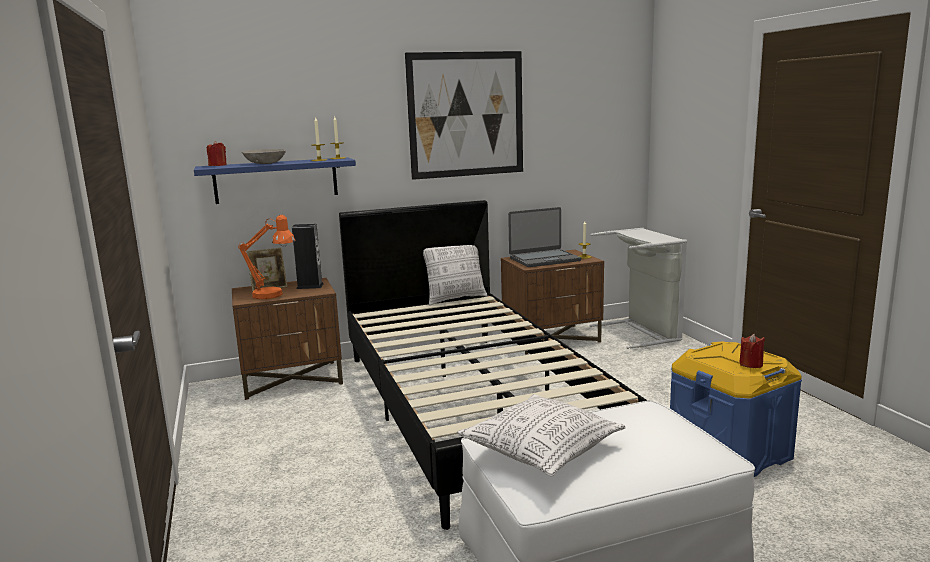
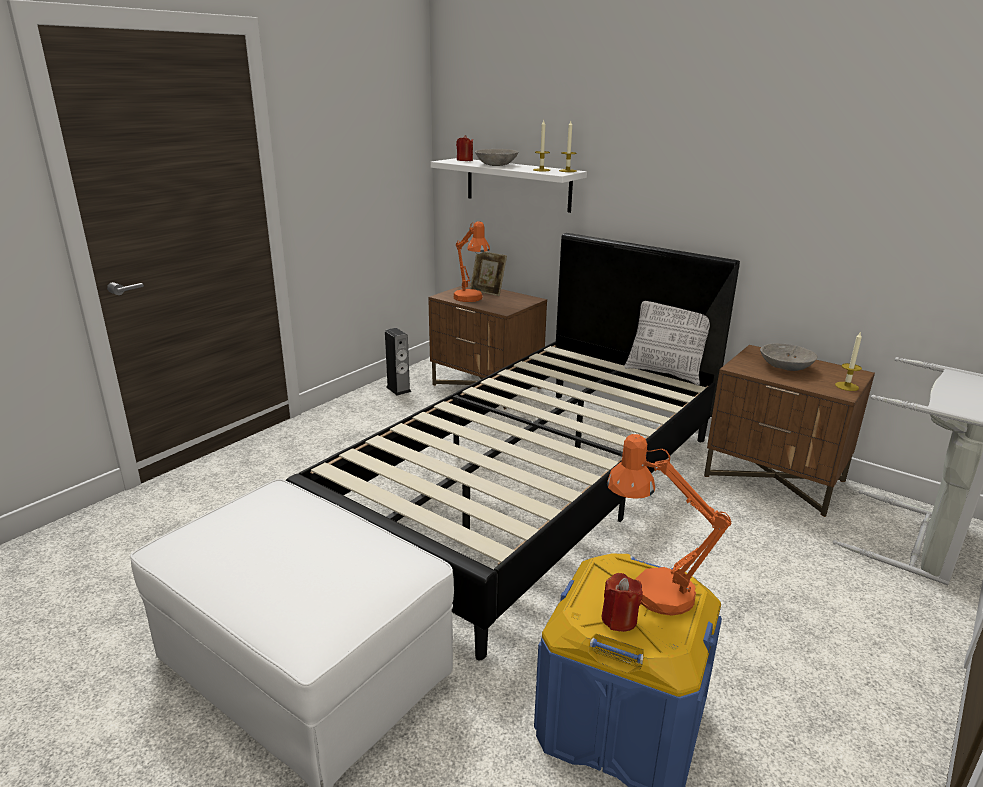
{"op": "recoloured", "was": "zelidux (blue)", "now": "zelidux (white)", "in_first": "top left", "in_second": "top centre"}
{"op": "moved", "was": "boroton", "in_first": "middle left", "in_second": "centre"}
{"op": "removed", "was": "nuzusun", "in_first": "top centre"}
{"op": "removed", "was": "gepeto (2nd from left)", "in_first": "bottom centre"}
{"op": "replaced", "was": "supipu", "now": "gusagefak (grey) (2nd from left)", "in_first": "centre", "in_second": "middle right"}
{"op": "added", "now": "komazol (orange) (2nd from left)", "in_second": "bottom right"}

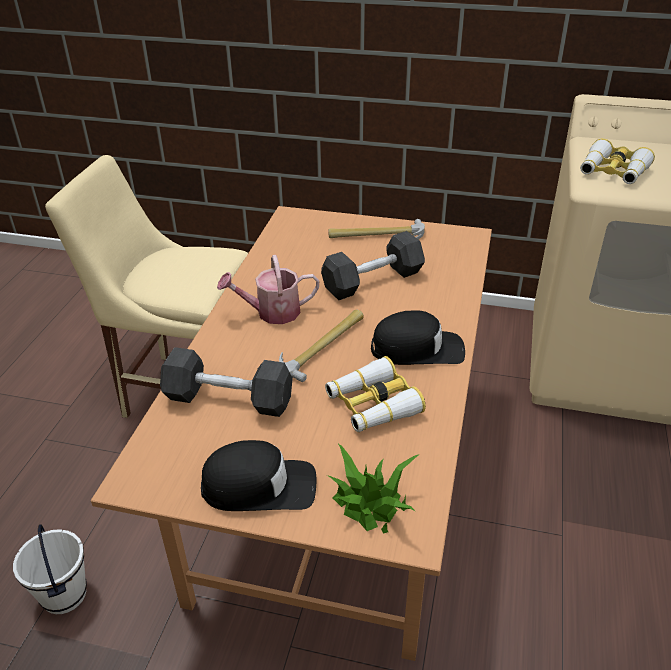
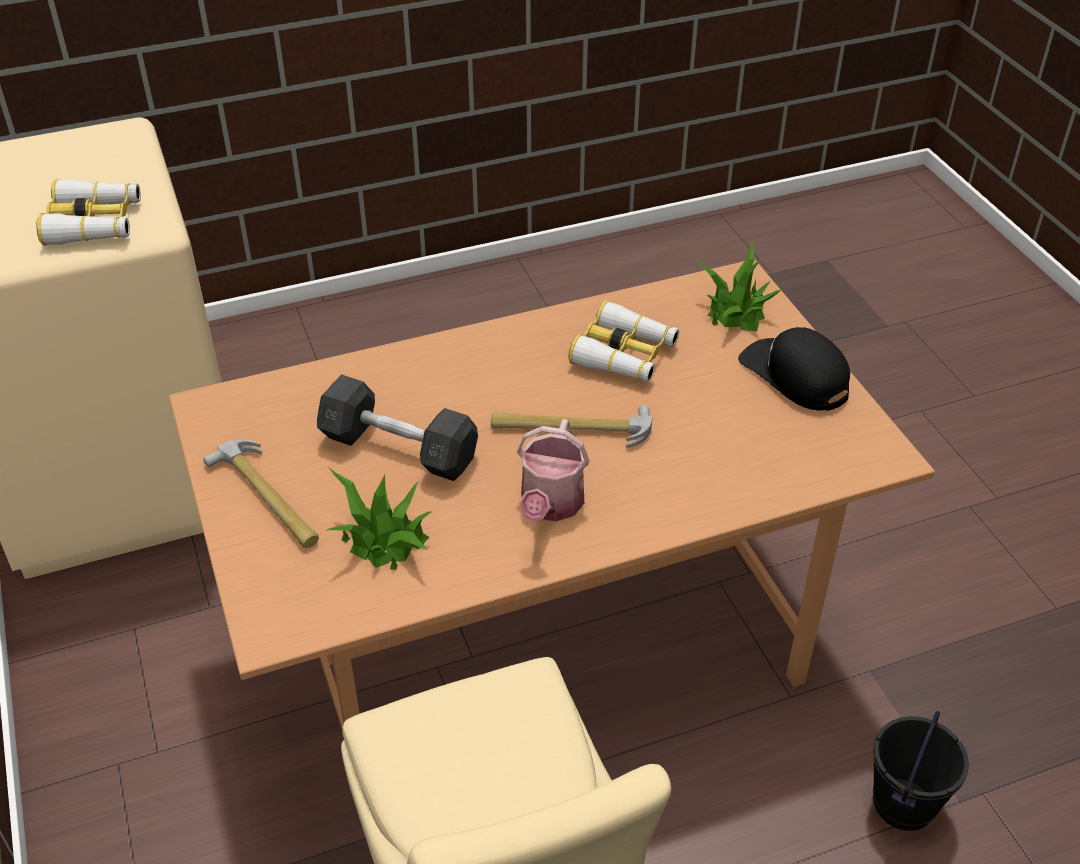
{"op": "recoloured", "was": "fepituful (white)", "now": "fepituful (black)", "in_first": "bottom left", "in_second": "bottom right"}
{"op": "removed", "was": "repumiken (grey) (1st from left)", "in_first": "centre"}
{"op": "turned", "was": "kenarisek", "in_first": "centre", "in_second": "centre", "clockwise": 60}
{"op": "removed", "was": "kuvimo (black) (2nd from left)", "in_first": "centre"}
{"op": "added", "now": "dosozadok (1st from left)", "in_second": "centre"}

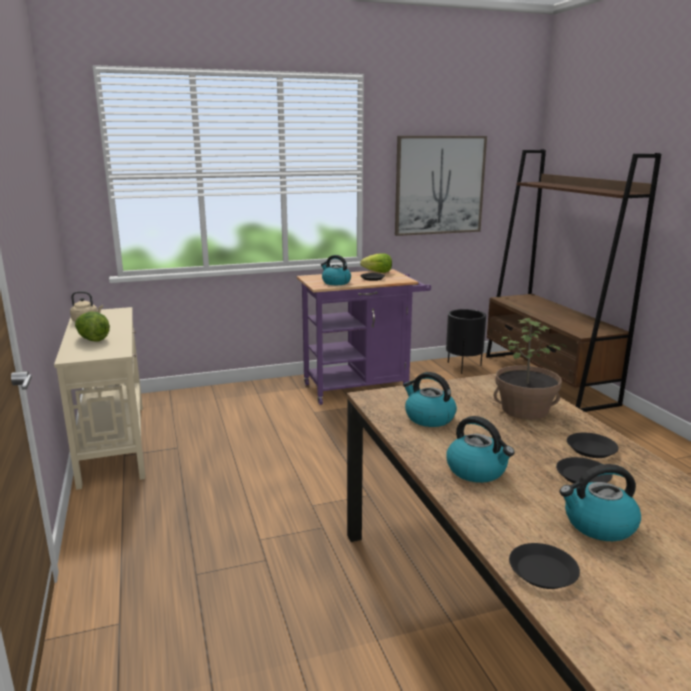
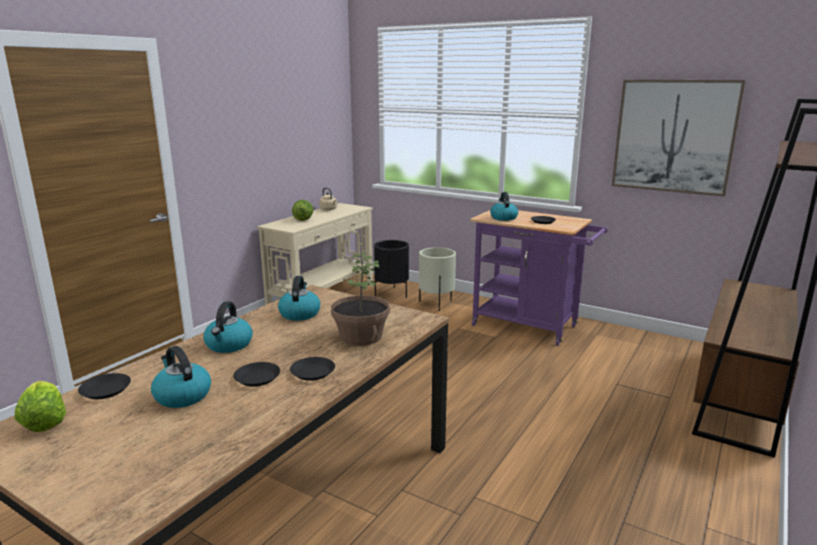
{"op": "moved", "was": "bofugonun (2nd from left in the first image)", "now": "bofugonun (1st from left)", "in_first": "centre", "in_second": "bottom left"}
{"op": "moved", "was": "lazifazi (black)", "in_first": "middle right", "in_second": "centre"}
{"op": "added", "now": "lazifazi (beige)", "in_second": "centre"}

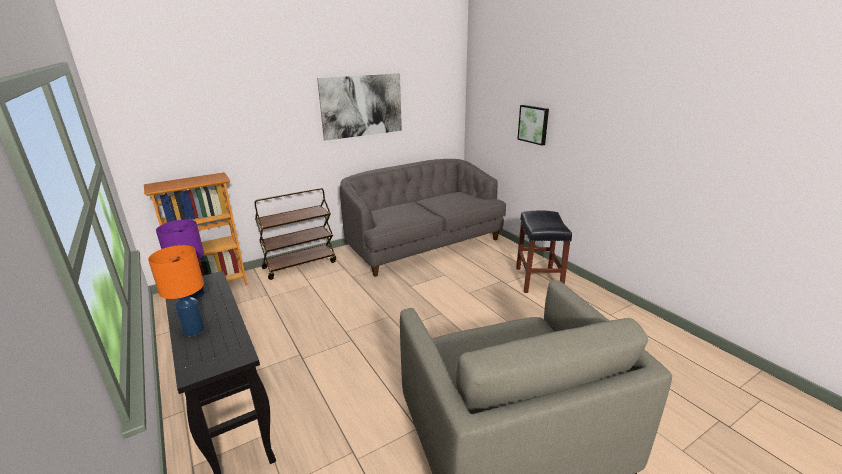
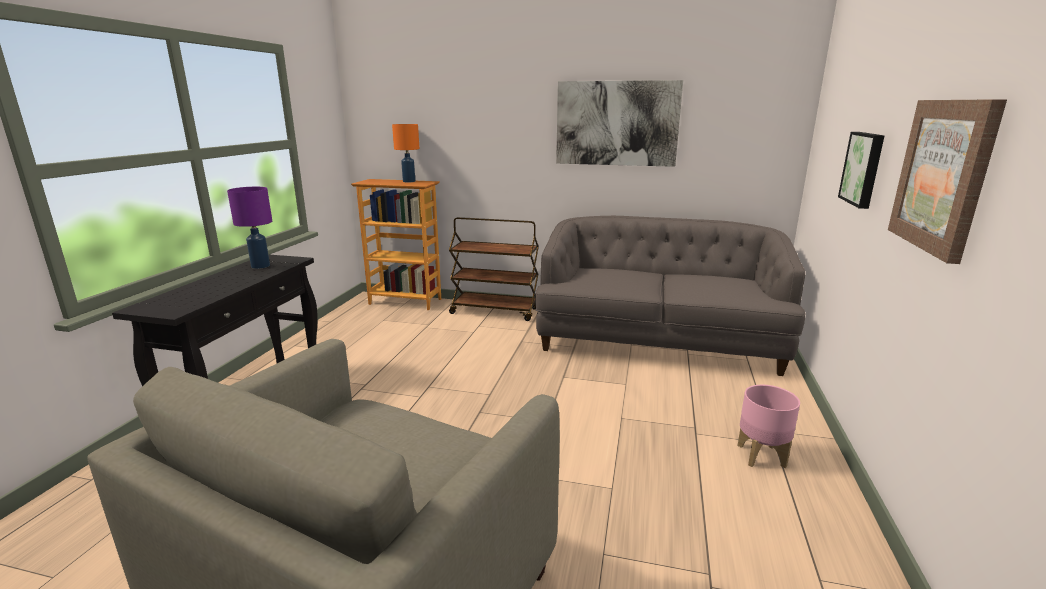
{"op": "moved", "was": "komazol (orange)", "in_first": "middle left", "in_second": "top centre"}
{"op": "replaced", "was": "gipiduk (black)", "now": "lazifazi (pink)", "in_first": "centre", "in_second": "bottom right"}
{"op": "added", "now": "nuzusun (3rd from left)", "in_second": "top right"}

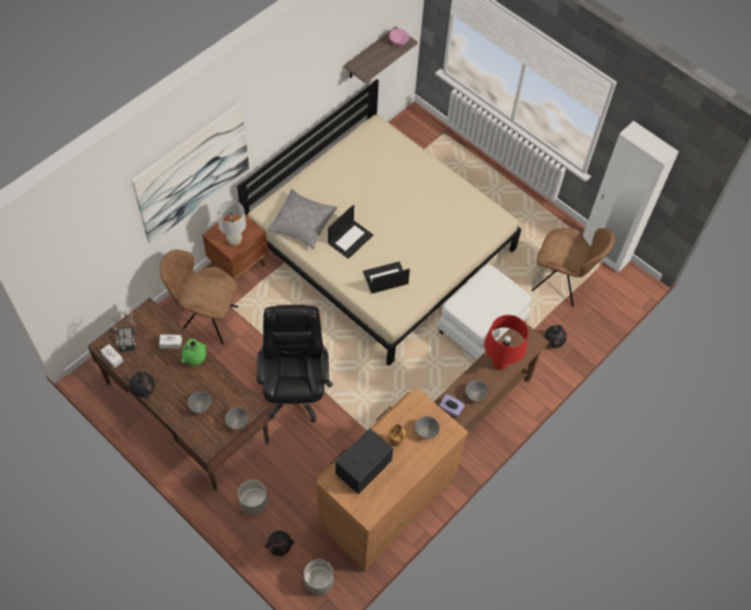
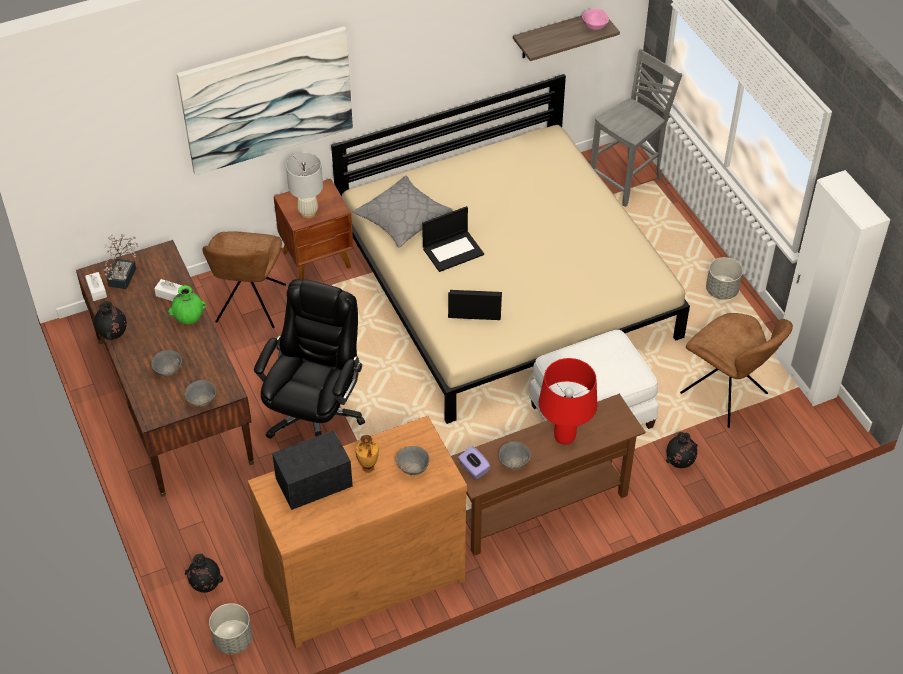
{"op": "turned", "was": "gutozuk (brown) (1st from left)", "in_first": "middle left", "in_second": "middle left", "clockwise": -120}
{"op": "moved", "was": "lazifazi (grey) (1st from left in the first image)", "now": "lazifazi (grey) (2nd from left)", "in_first": "bottom centre", "in_second": "middle right"}
{"op": "added", "now": "gutozuk (grey)", "in_second": "top right"}

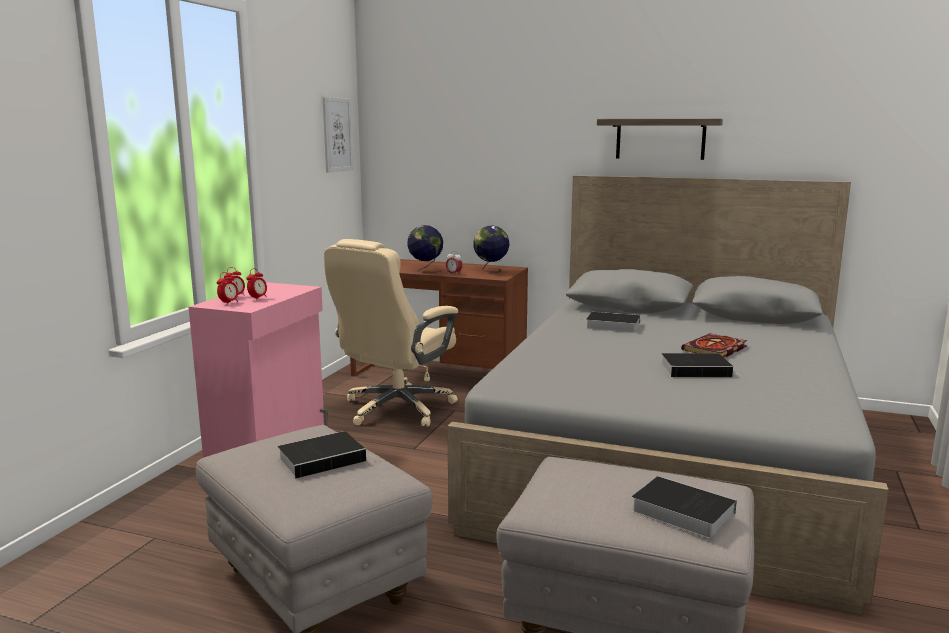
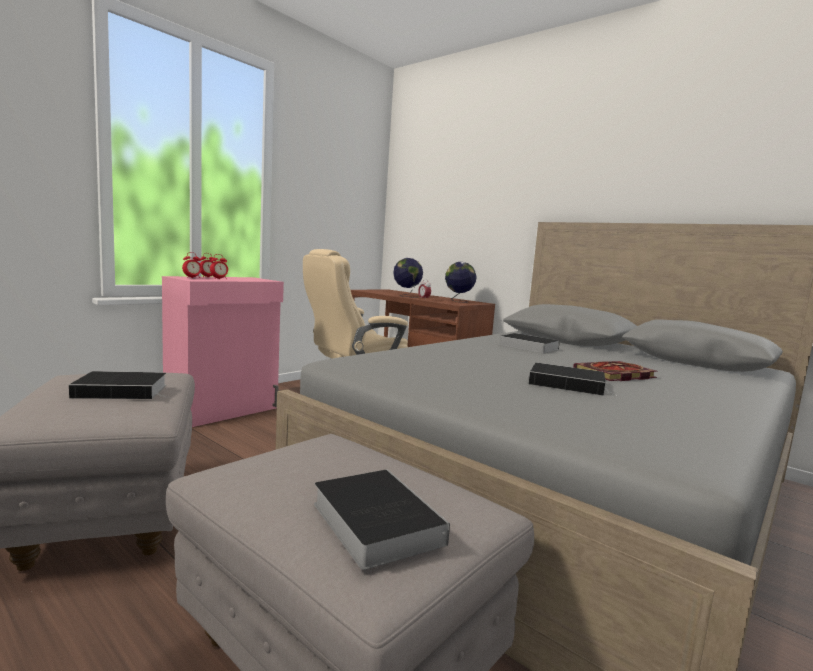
{"op": "removed", "was": "nuzusun", "in_first": "top centre"}
{"op": "removed", "was": "zelidux", "in_first": "top right"}

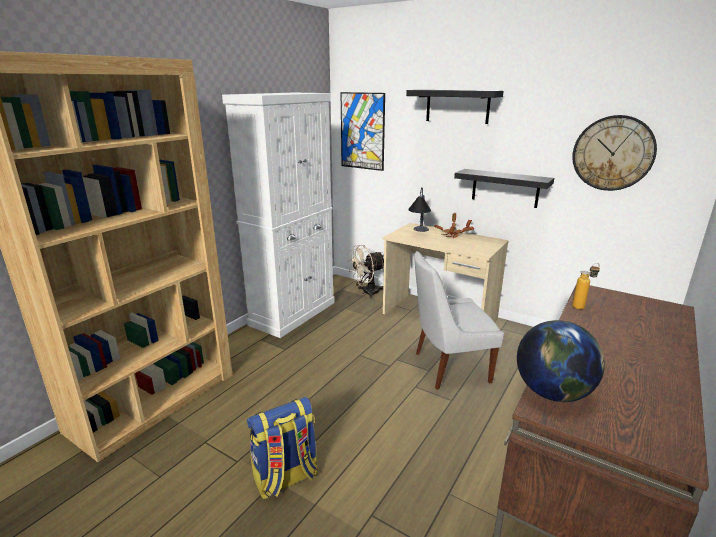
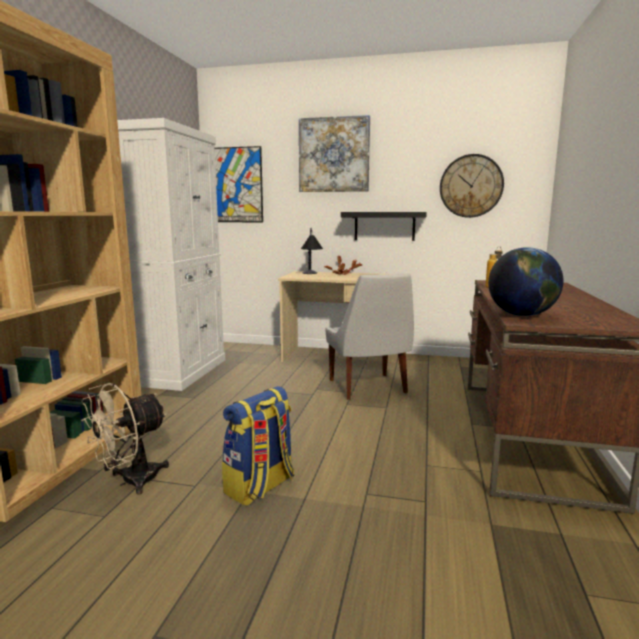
{"op": "moved", "was": "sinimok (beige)", "in_first": "centre", "in_second": "bottom left"}
{"op": "replaced", "was": "zelidux (black) (1st from left)", "now": "nuzusun (2nd from left)", "in_first": "top centre", "in_second": "top centre"}
{"op": "turned", "was": "gutozuk (white)", "in_first": "centre", "in_second": "centre", "clockwise": -75}

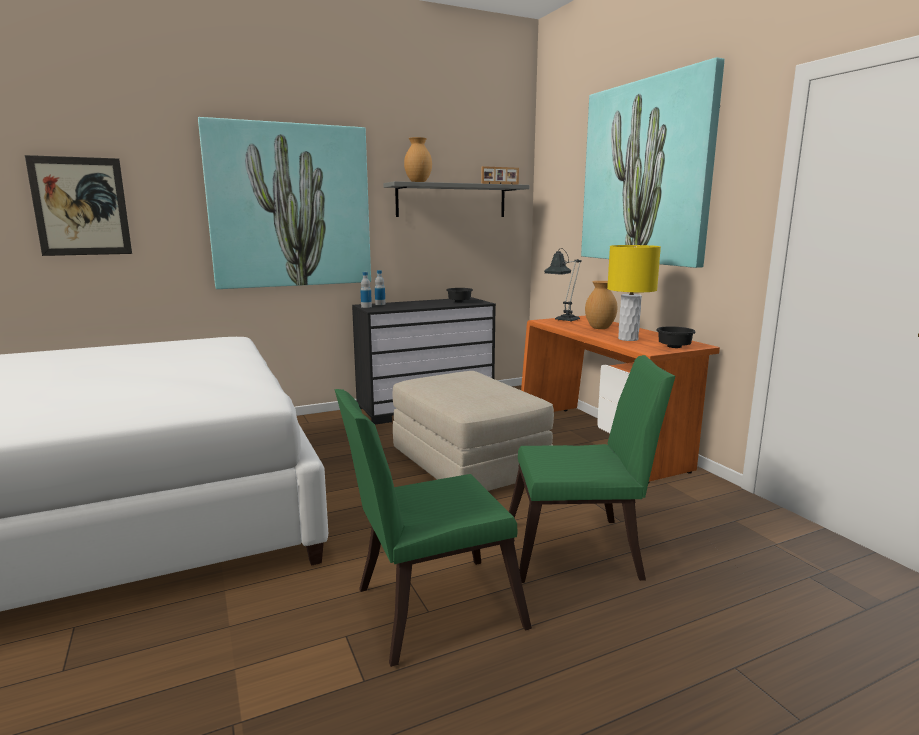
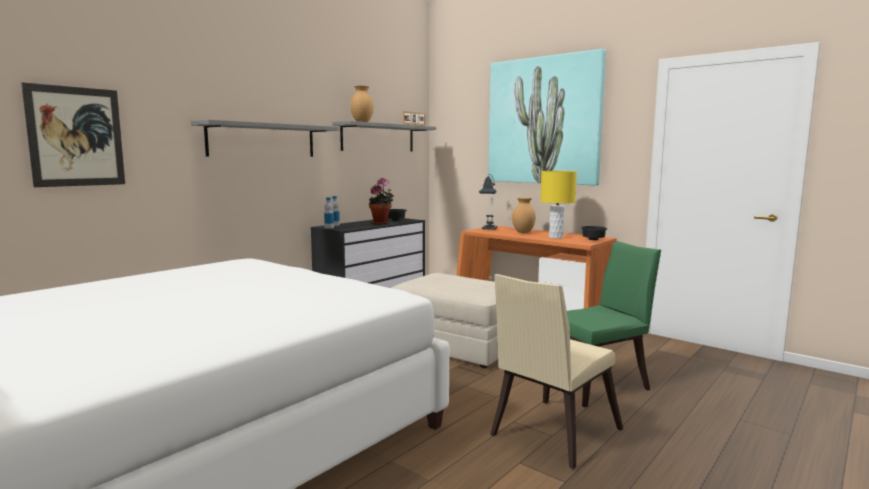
{"op": "replaced", "was": "nuzusun (2nd from left)", "now": "zelidux (grey) (1st from left)", "in_first": "top left", "in_second": "top left"}
{"op": "recoloured", "was": "gutozuk (green) (1st from left)", "now": "gutozuk (beige)", "in_first": "bottom centre", "in_second": "bottom centre"}
{"op": "added", "now": "dosozadok", "in_second": "centre"}

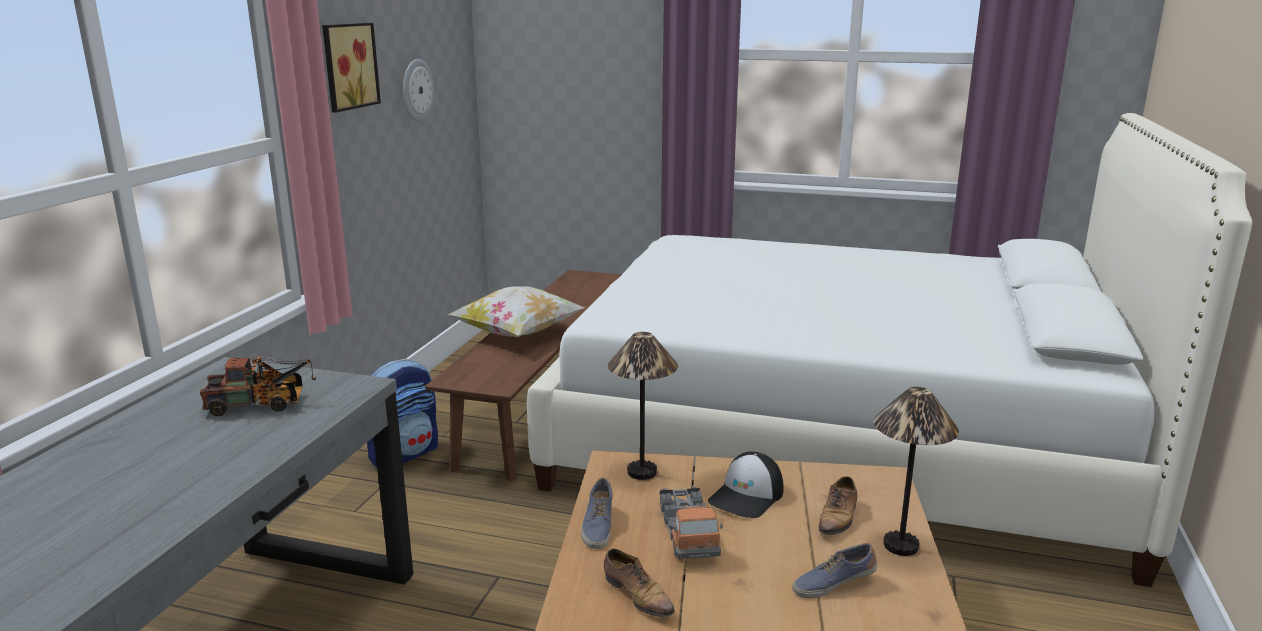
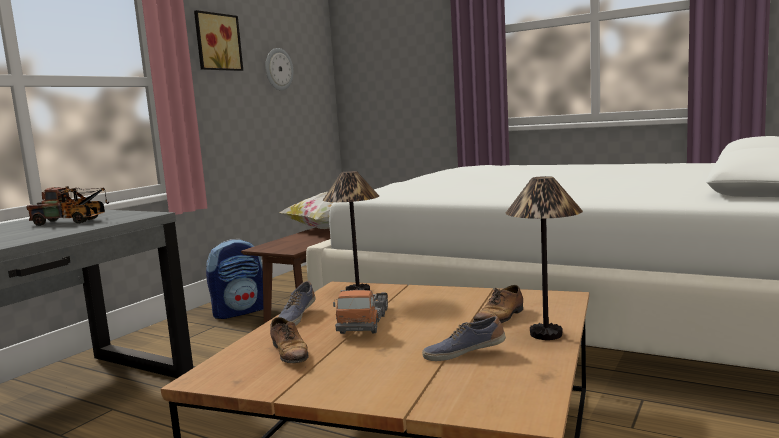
{"op": "removed", "was": "kuvimo", "in_first": "bottom centre"}

